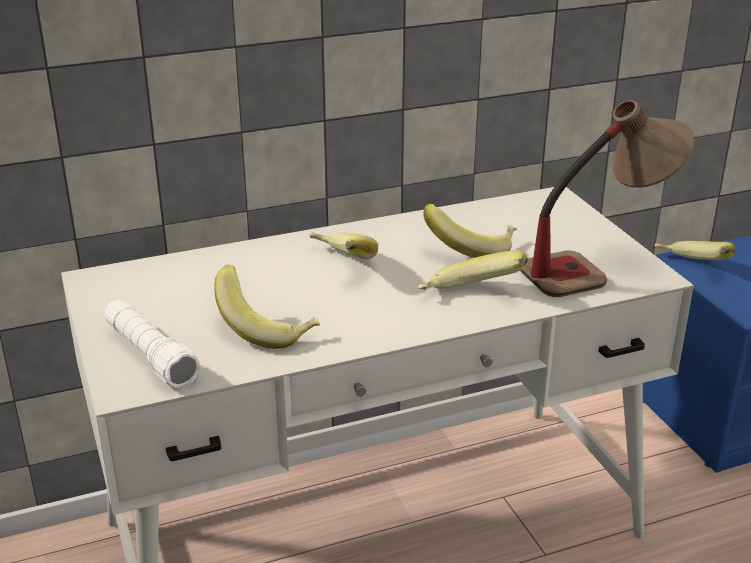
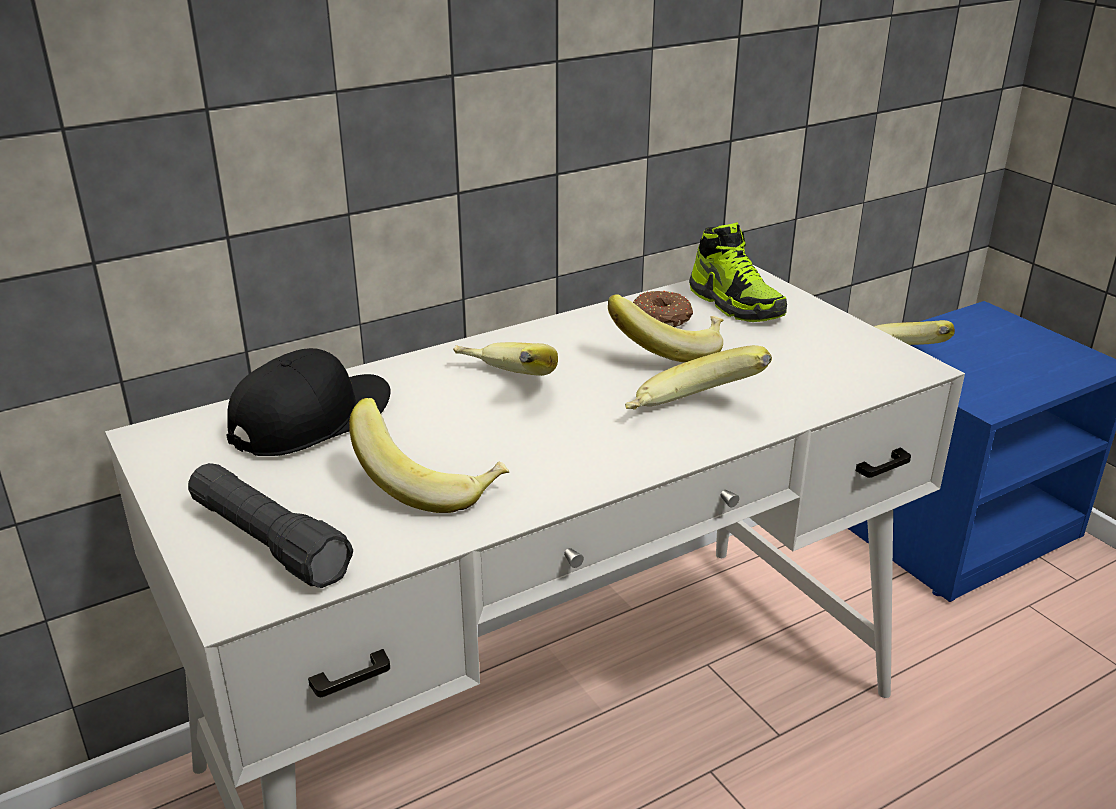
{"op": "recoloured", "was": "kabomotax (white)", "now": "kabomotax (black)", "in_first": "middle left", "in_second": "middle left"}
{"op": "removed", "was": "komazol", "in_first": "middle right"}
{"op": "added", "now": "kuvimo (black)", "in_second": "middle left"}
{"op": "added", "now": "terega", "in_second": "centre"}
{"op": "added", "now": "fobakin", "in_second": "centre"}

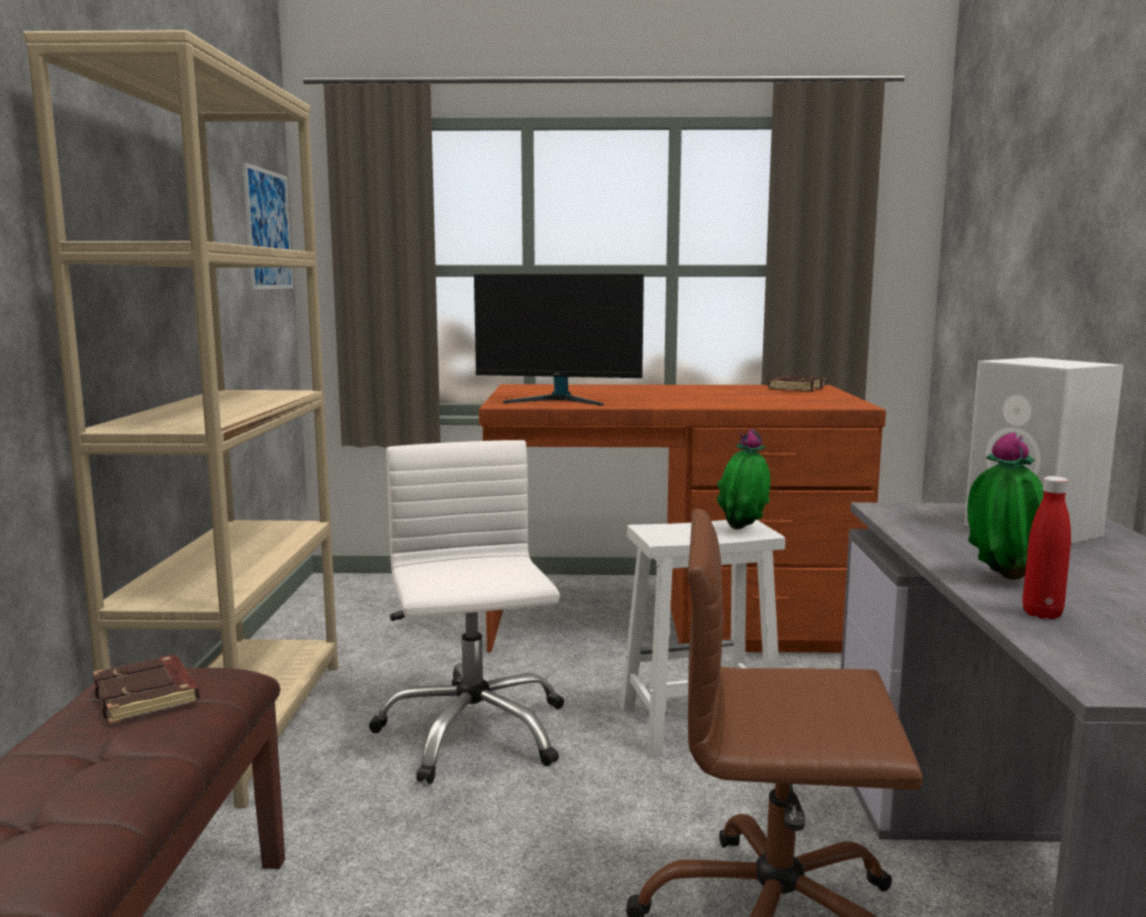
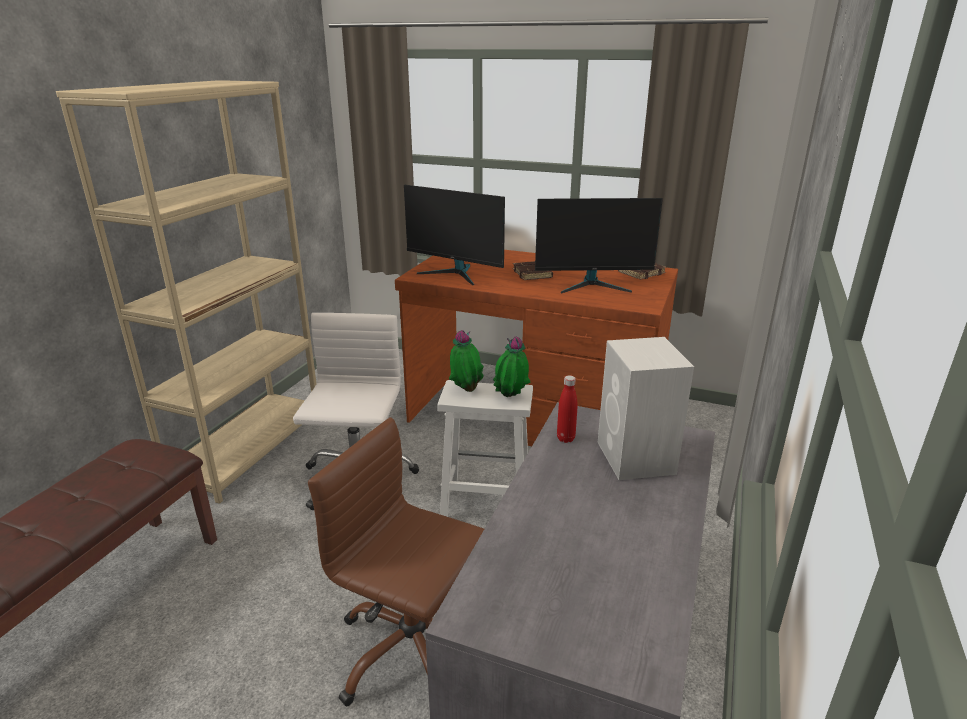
{"op": "moved", "was": "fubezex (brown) (1st from left)", "in_first": "bottom left", "in_second": "centre"}
{"op": "removed", "was": "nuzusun", "in_first": "top left"}
{"op": "moved", "was": "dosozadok (2nd from left in the first image)", "now": "dosozadok (1st from left)", "in_first": "middle right", "in_second": "centre"}
{"op": "moved", "was": "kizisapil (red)", "in_first": "middle right", "in_second": "centre"}
{"op": "added", "now": "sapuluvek (2nd from left)", "in_second": "centre"}

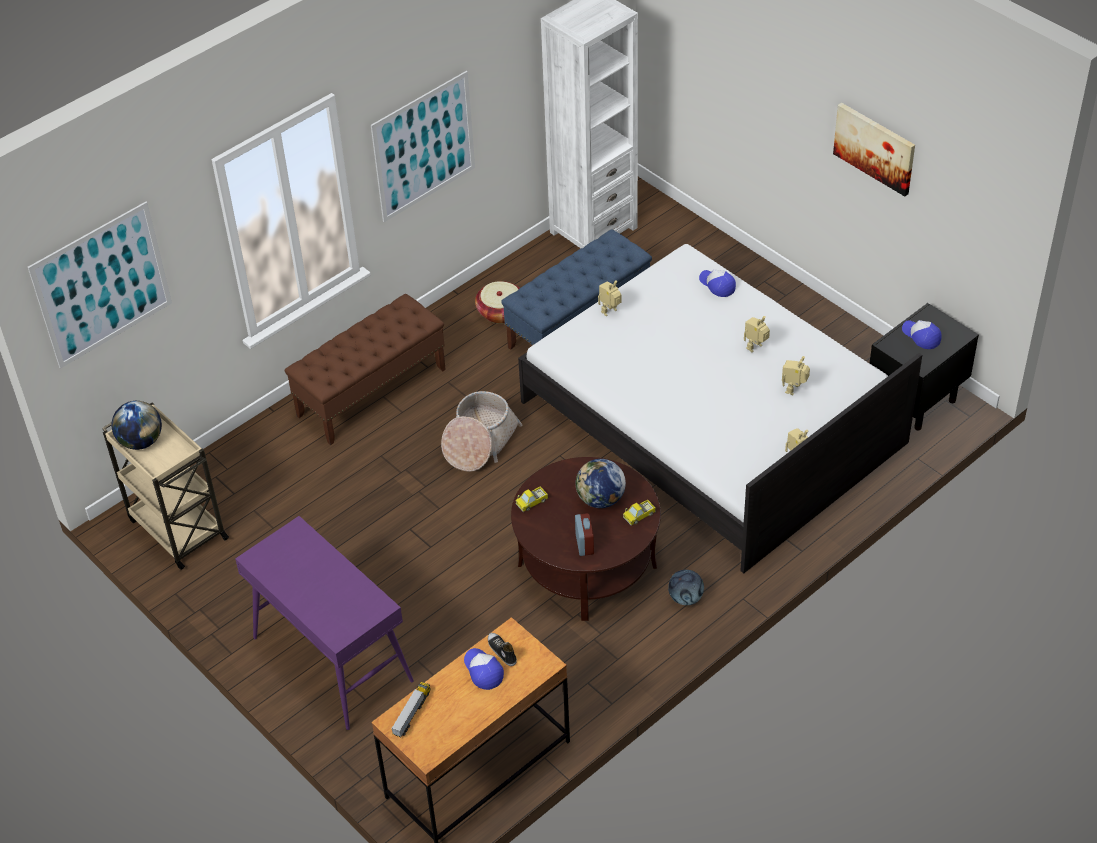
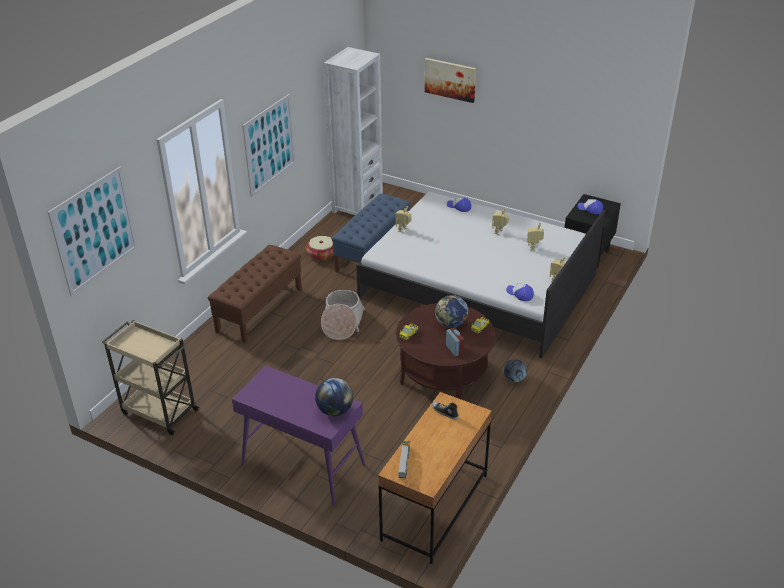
{"op": "moved", "was": "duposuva (1st from left)", "in_first": "middle left", "in_second": "bottom centre"}
{"op": "moved", "was": "kuvimo (1st from left in the first image)", "now": "kuvimo (2nd from left)", "in_first": "bottom centre", "in_second": "centre"}
{"op": "moved", "was": "nuzusun (3rd from left)", "in_first": "top right", "in_second": "top centre"}

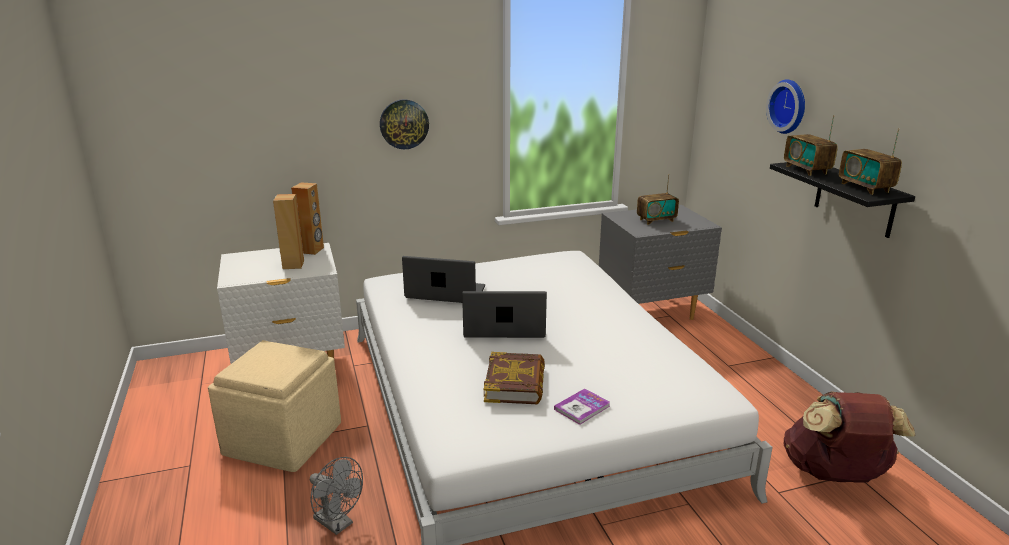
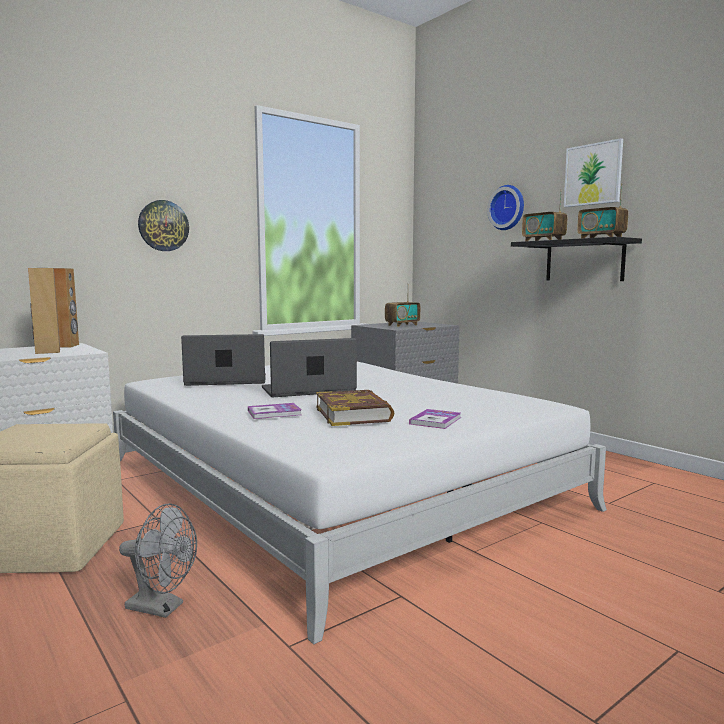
{"op": "removed", "was": "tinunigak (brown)", "in_first": "bottom right"}
{"op": "added", "now": "fubezex (1st from left)", "in_second": "centre"}
{"op": "added", "now": "nuzusun", "in_second": "top right"}

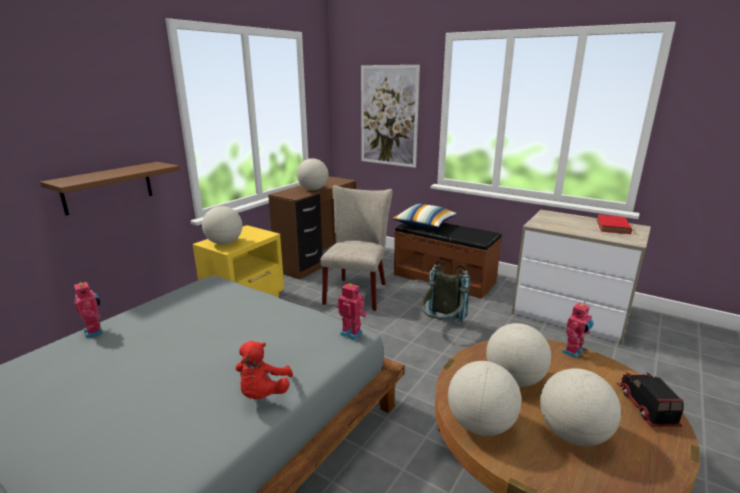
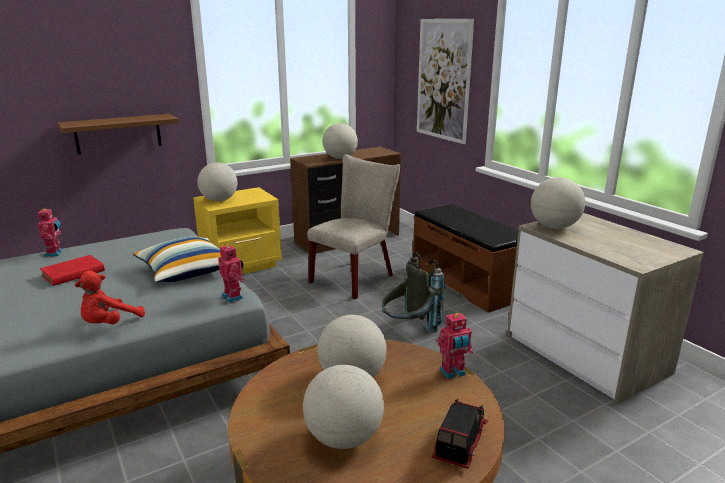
{"op": "moved", "was": "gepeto", "in_first": "centre", "in_second": "middle left"}
{"op": "moved", "was": "duposuva (3rd from left in the first image)", "now": "duposuva (5th from left)", "in_first": "bottom centre", "in_second": "middle right"}
{"op": "moved", "was": "fubezex (red)", "in_first": "middle right", "in_second": "middle left"}

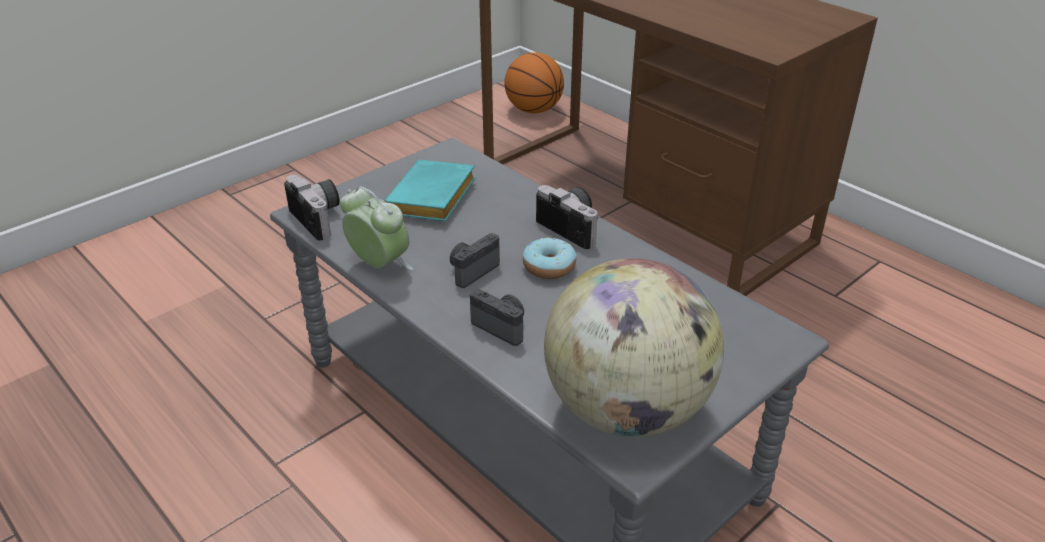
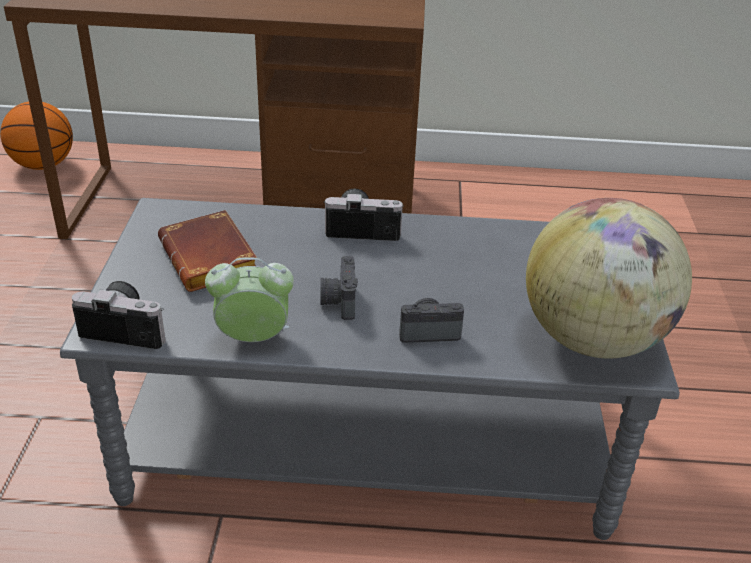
{"op": "recoloured", "was": "fubezex (turquoise)", "now": "fubezex (brown)", "in_first": "centre", "in_second": "middle left"}
{"op": "removed", "was": "terega", "in_first": "centre"}

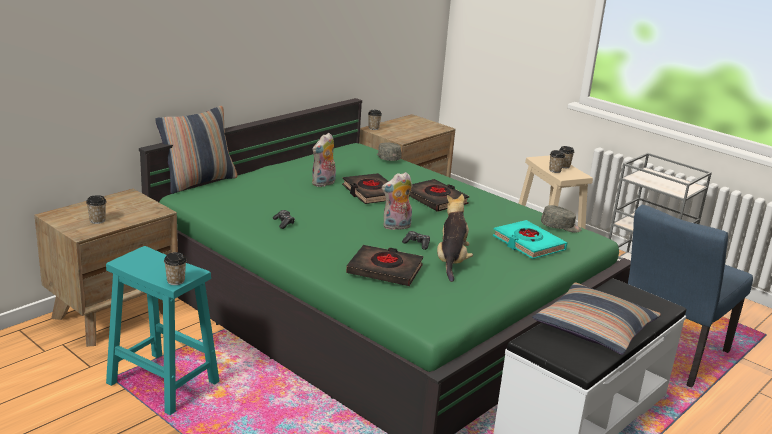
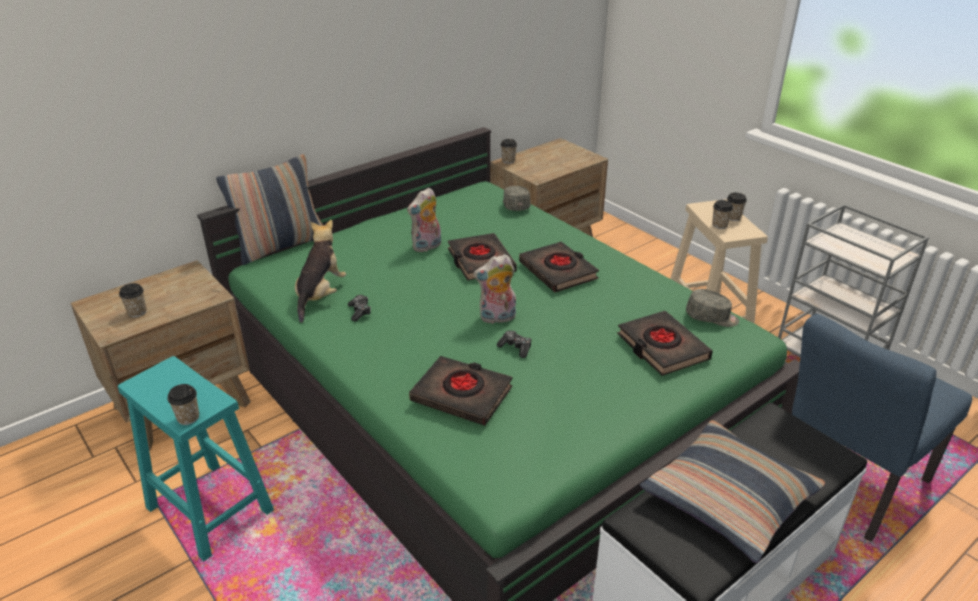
{"op": "moved", "was": "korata (3rd from left in the first image)", "now": "korata (1st from left)", "in_first": "centre", "in_second": "middle left"}
{"op": "recoloured", "was": "fubezex (turquoise)", "now": "fubezex (black) (4th from left)", "in_first": "middle right", "in_second": "middle right"}

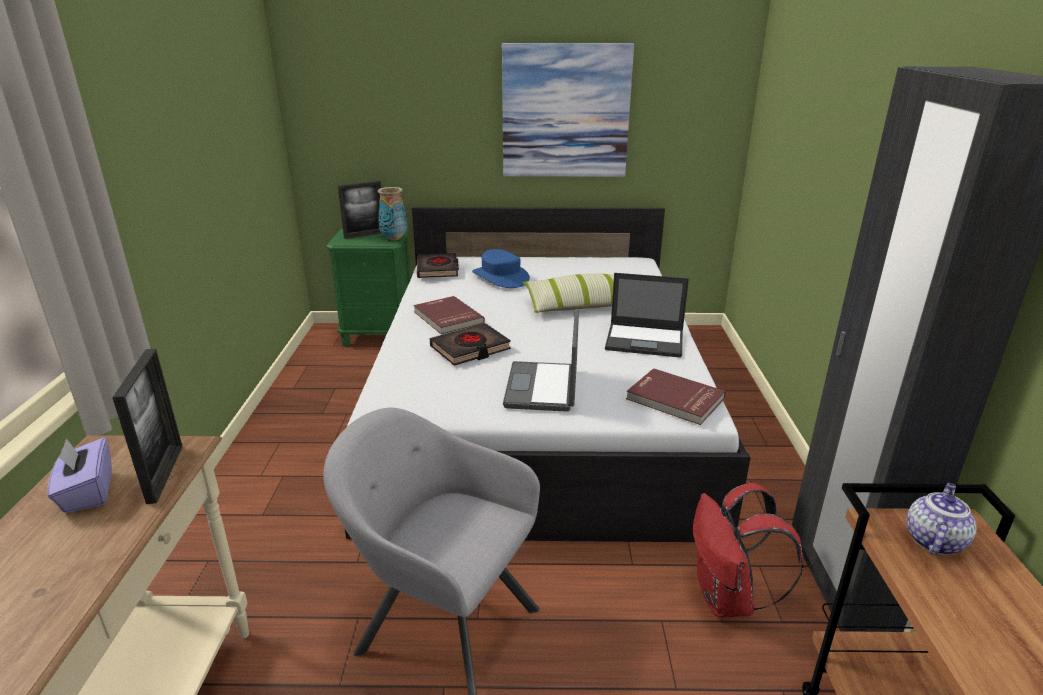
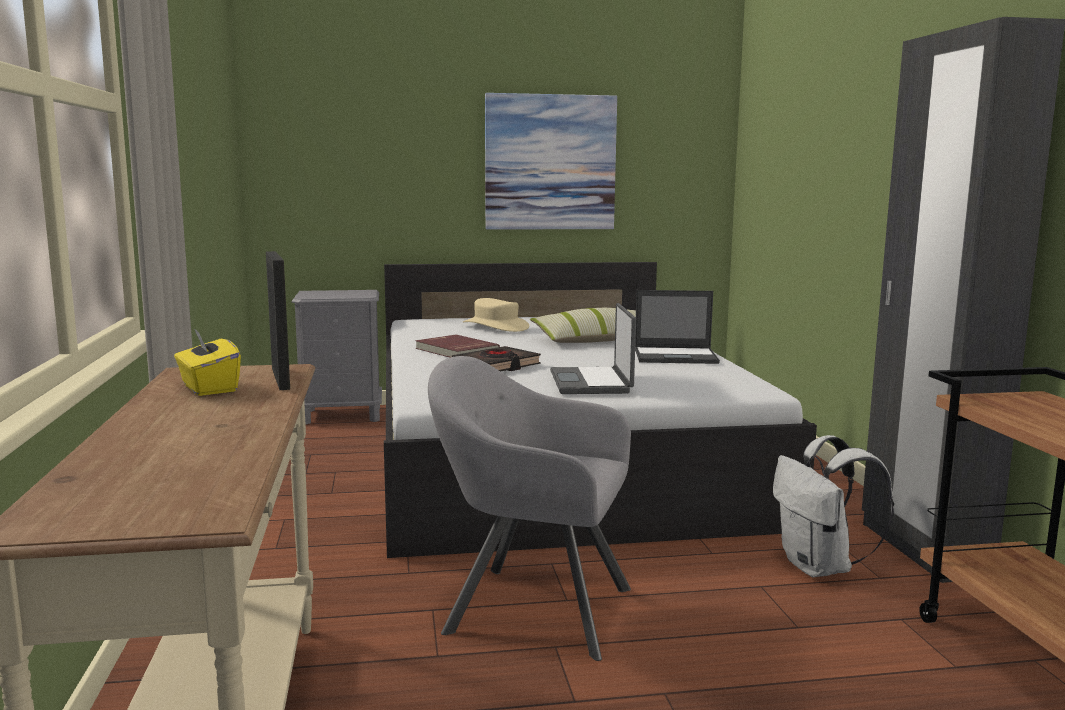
{"op": "recoloured", "was": "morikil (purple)", "now": "morikil (yellow)", "in_first": "bottom left", "in_second": "middle left"}
{"op": "recoloured", "was": "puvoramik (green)", "now": "puvoramik (grey)", "in_first": "centre", "in_second": "middle left"}
{"op": "removed", "was": "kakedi (2nd from left)", "in_first": "top centre"}
{"op": "removed", "was": "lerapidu", "in_first": "top centre"}
{"op": "removed", "was": "fubezex (black) (1st from left)", "in_first": "centre"}
{"op": "recoloured", "was": "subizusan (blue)", "now": "subizusan (beige)", "in_first": "centre", "in_second": "centre"}
{"op": "removed", "was": "fubezex (red) (2nd from left)", "in_first": "centre"}
{"op": "recoloured", "was": "tinunigak (red)", "now": "tinunigak (white)", "in_first": "bottom right", "in_second": "bottom right"}
{"op": "removed", "was": "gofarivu", "in_first": "bottom right"}

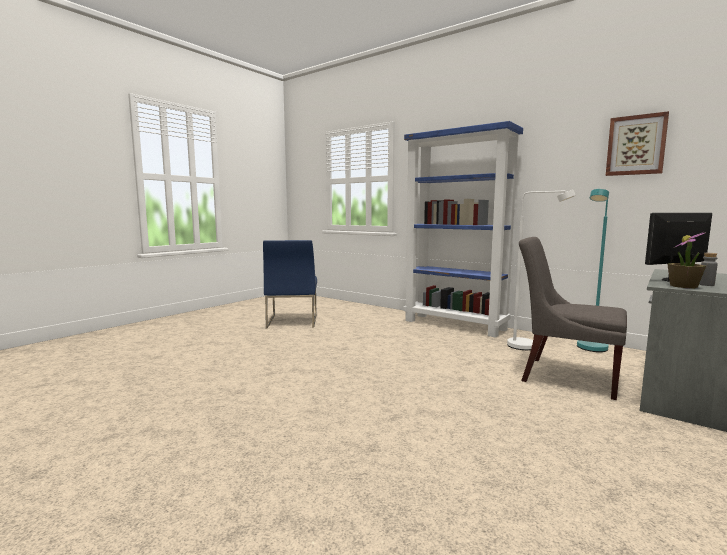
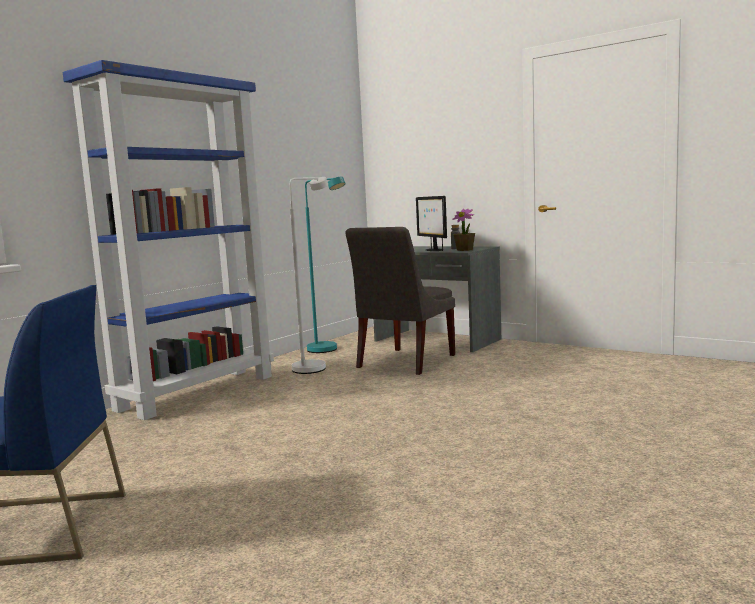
{"op": "removed", "was": "nuzusun", "in_first": "top right"}

